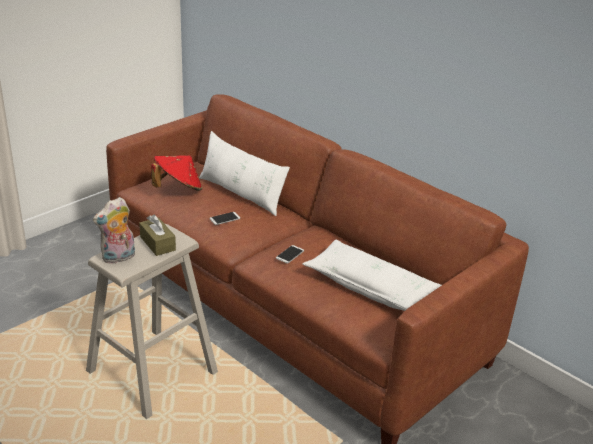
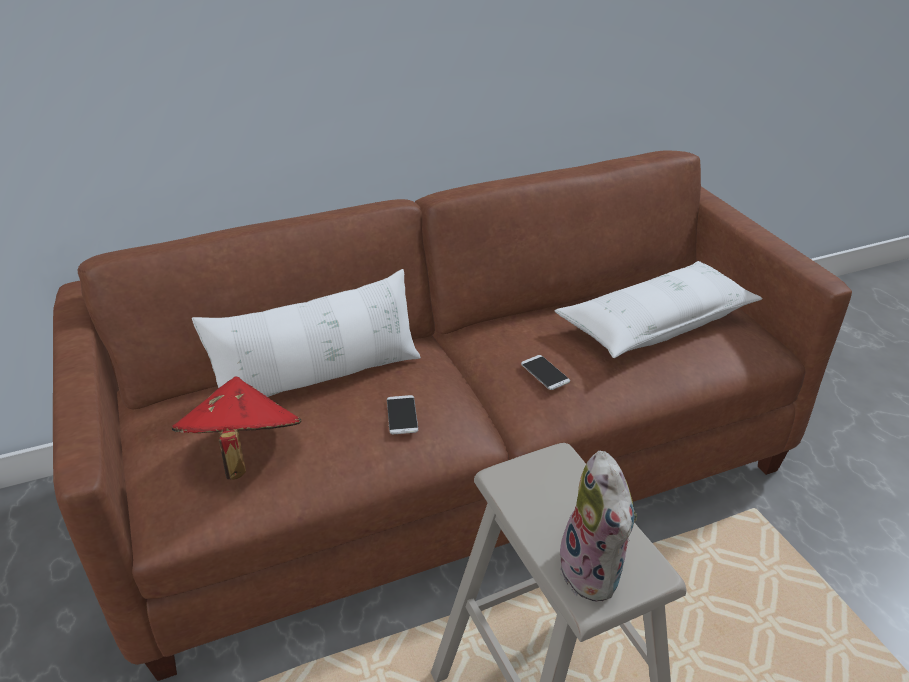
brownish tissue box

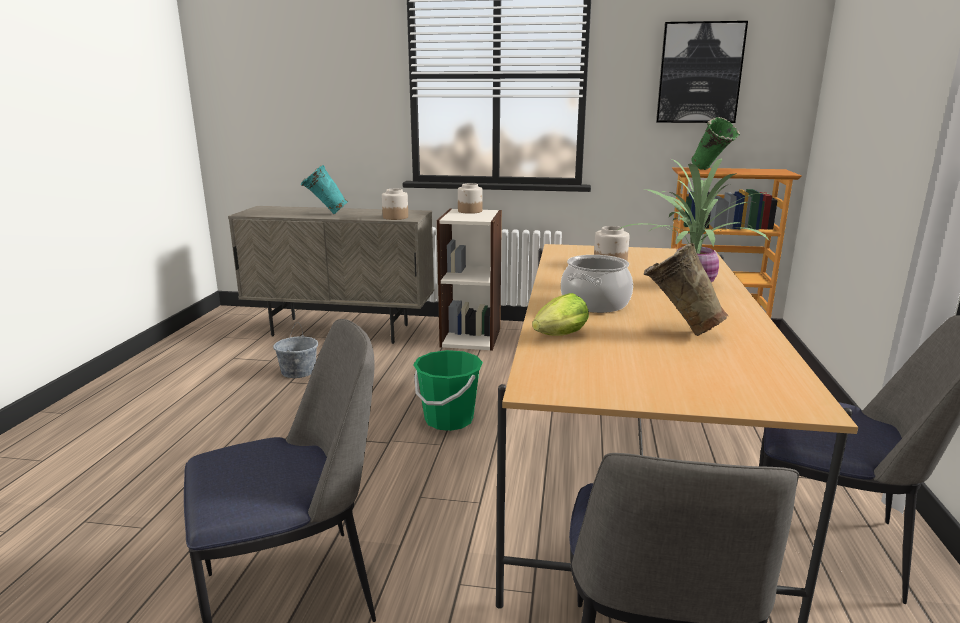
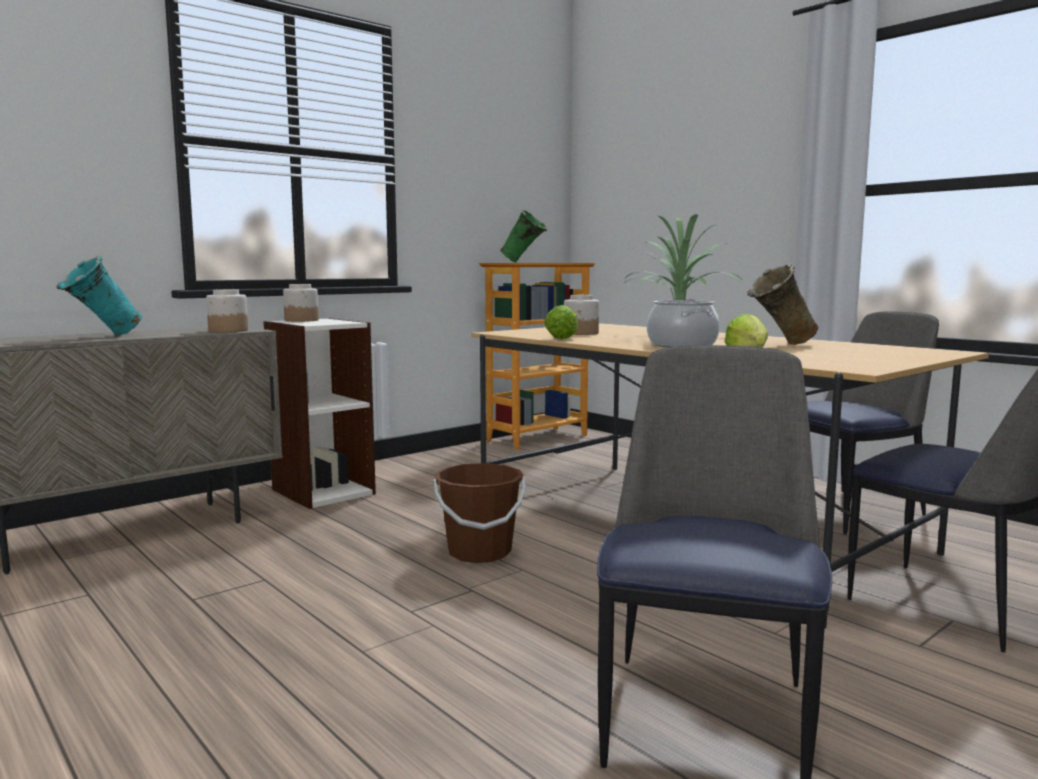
grey water bucket
brownish water bucket
picture
lettuce head (1st from left)

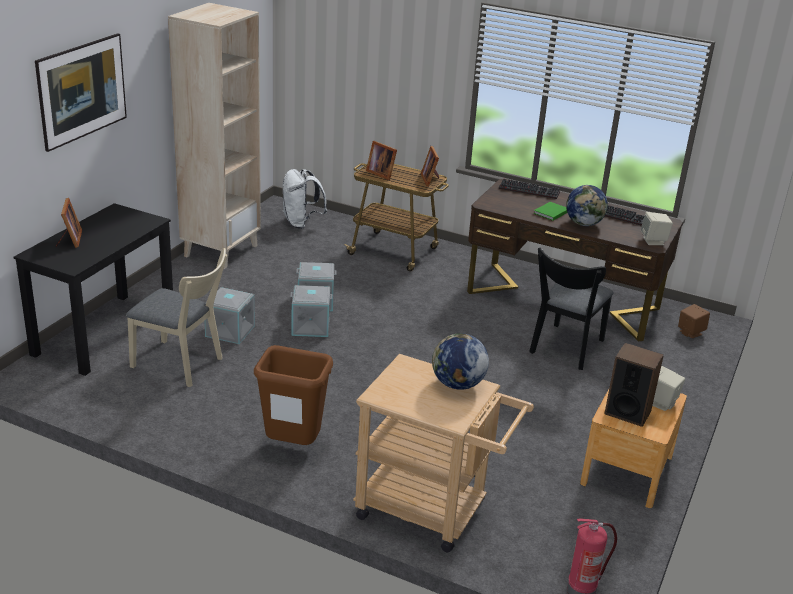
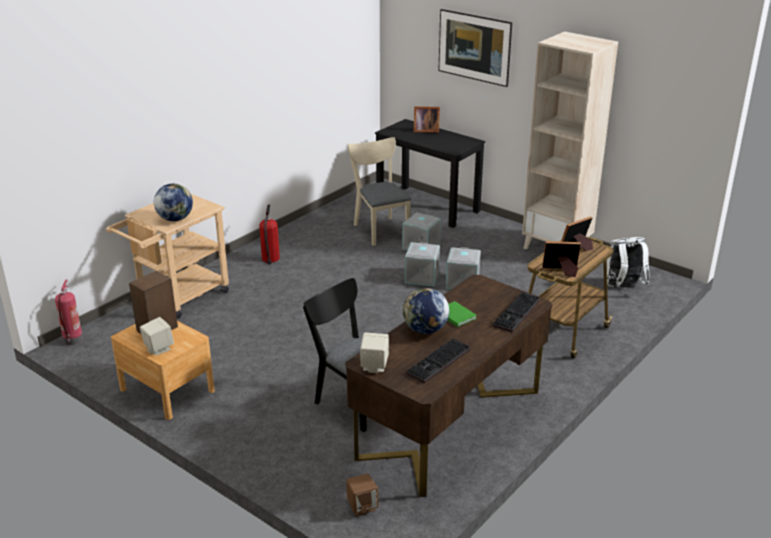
beige chair
fire extinguisher (2nd from left)

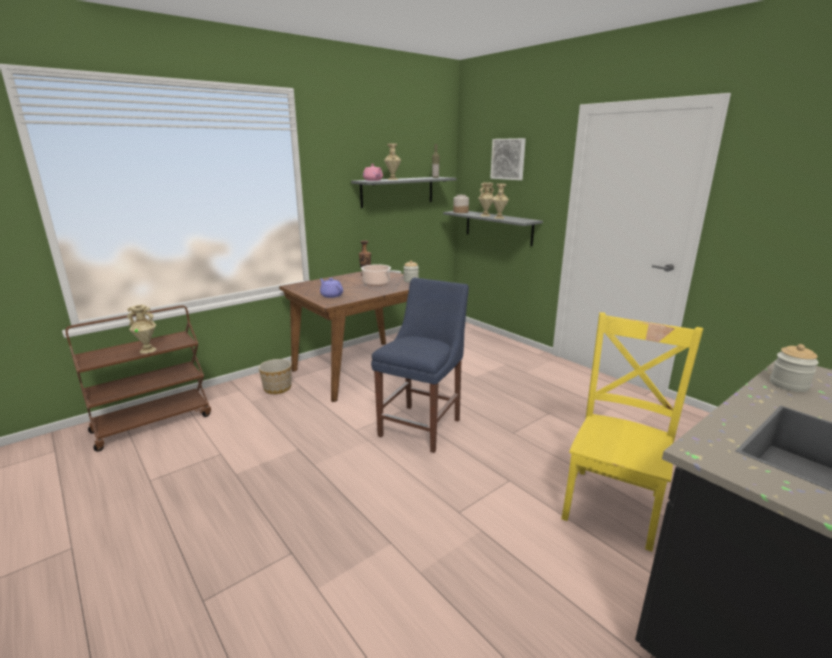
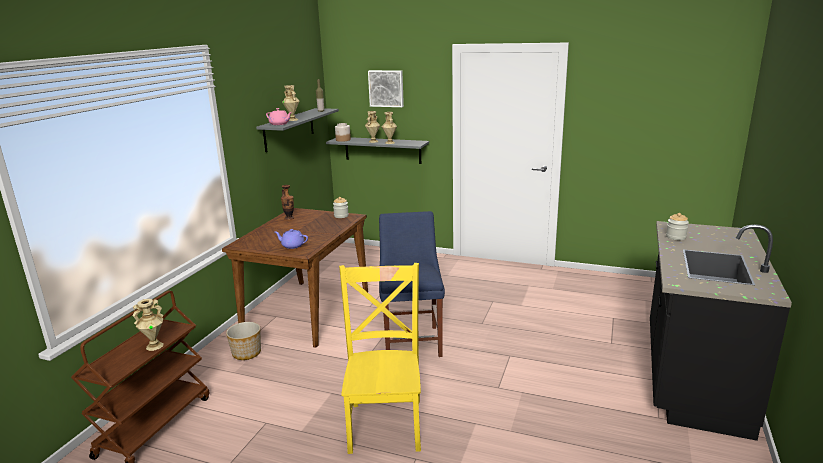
saucepot
yellow-coloured chair

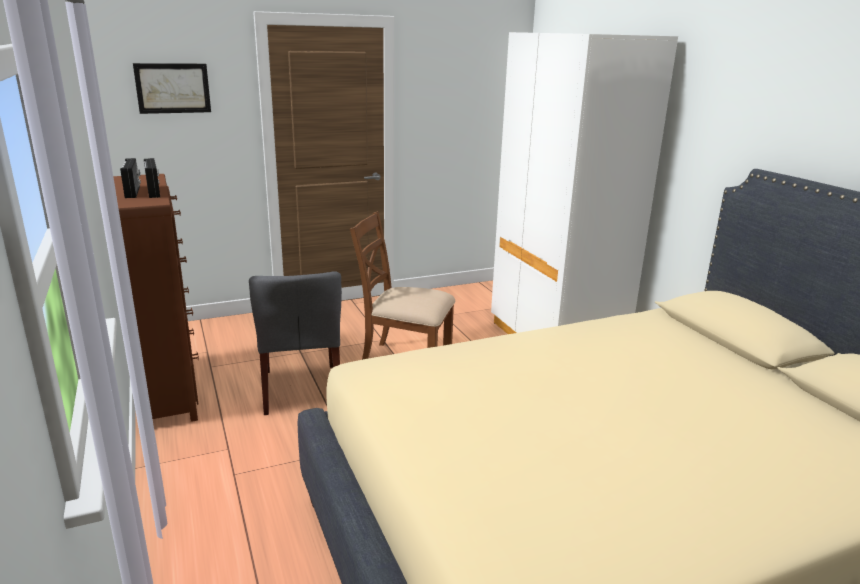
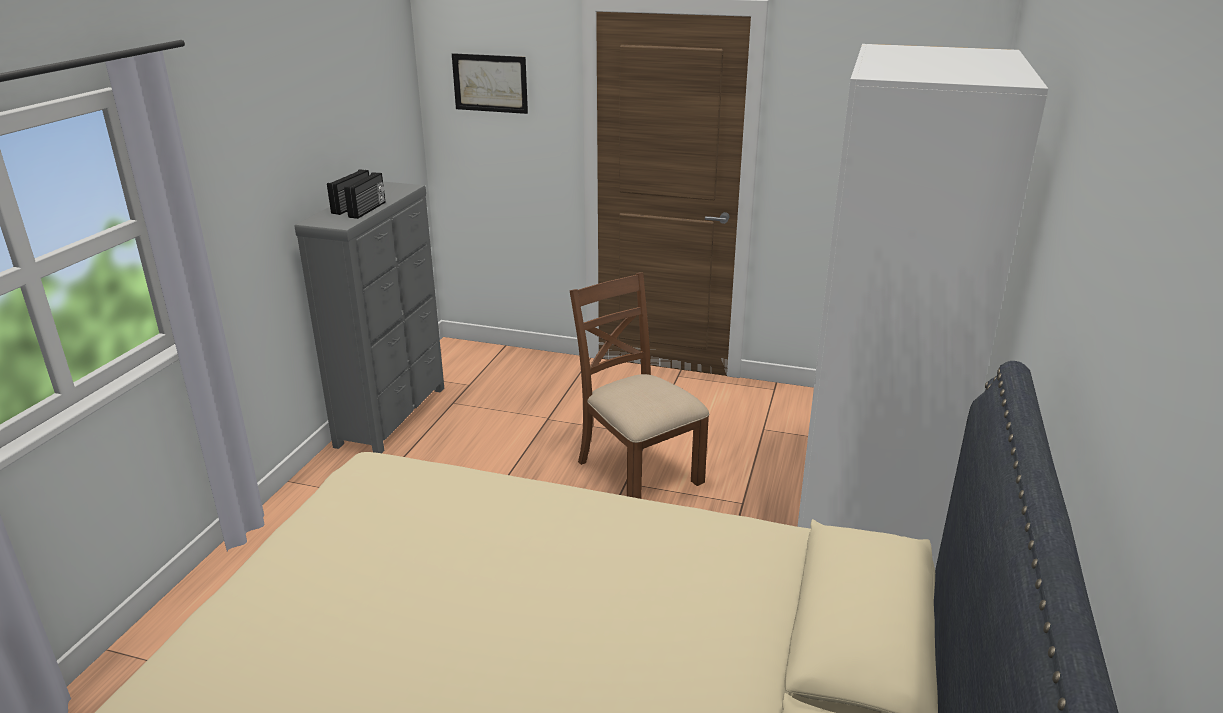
grey dresser
grey chair

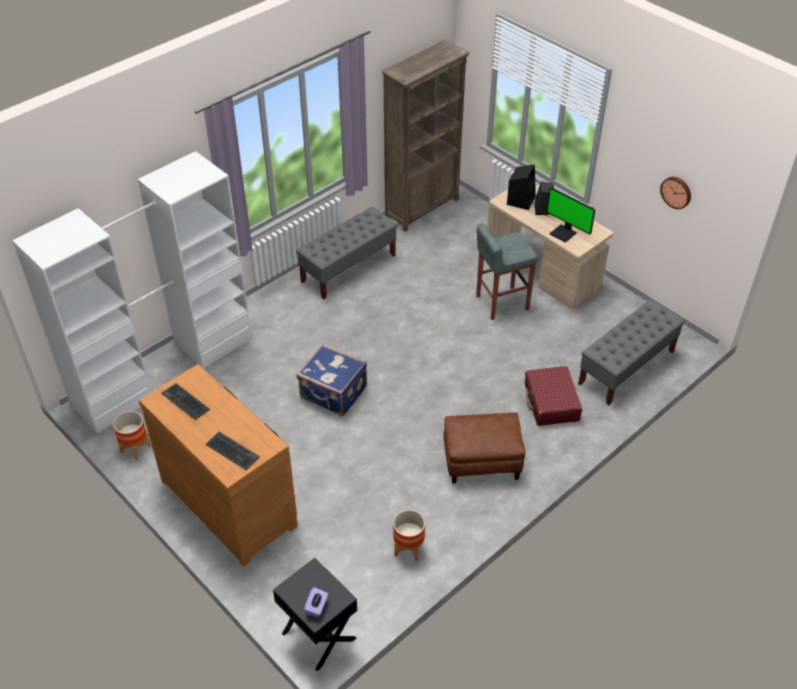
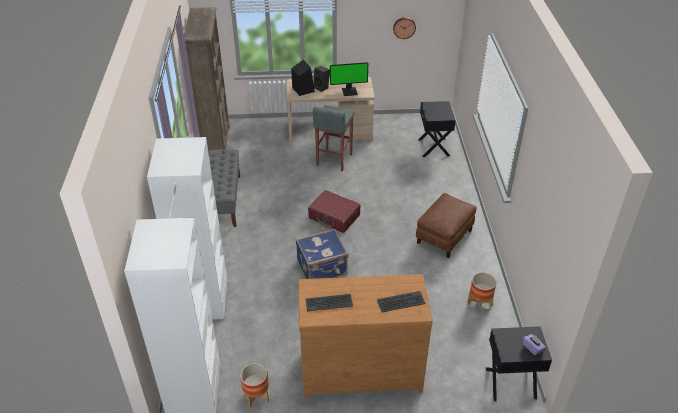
red piece of luggage
black-coloured bedside table (1st from left)

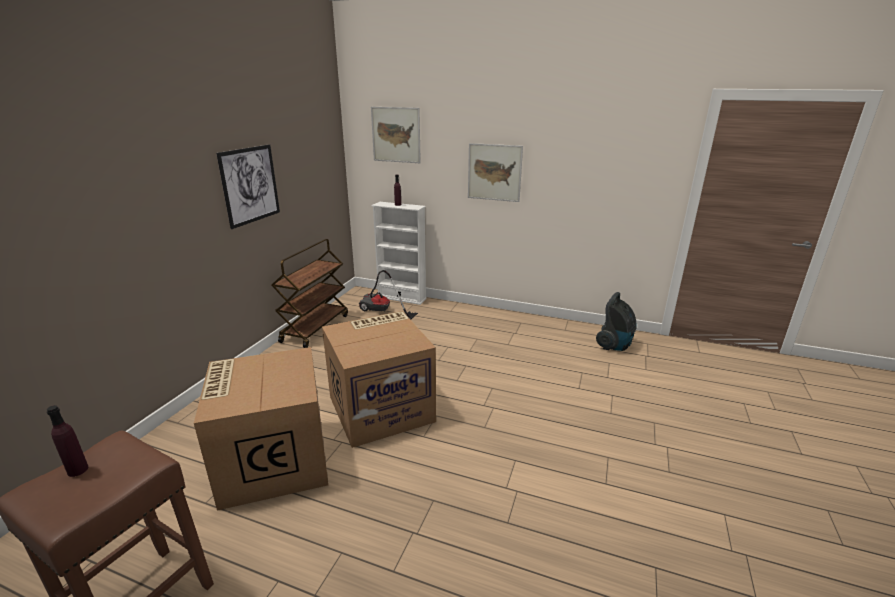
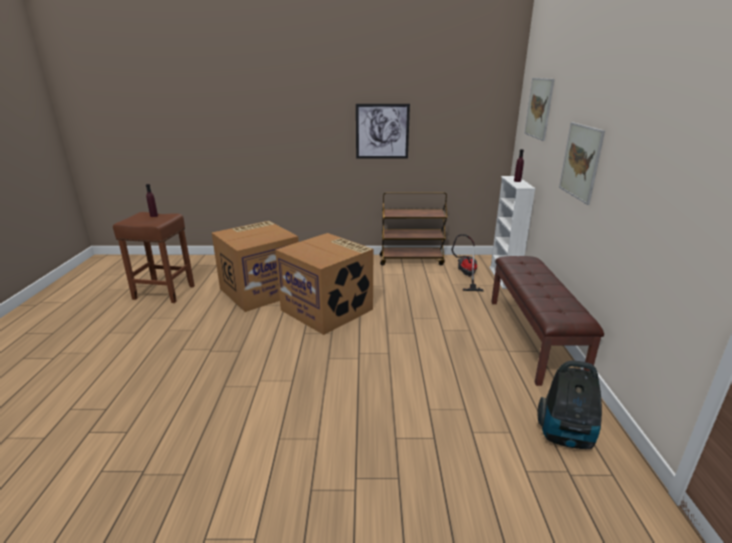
brownish long seat

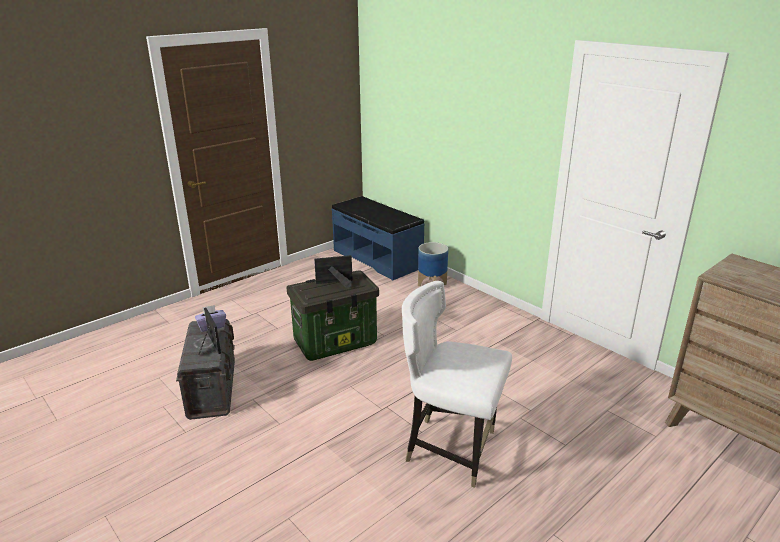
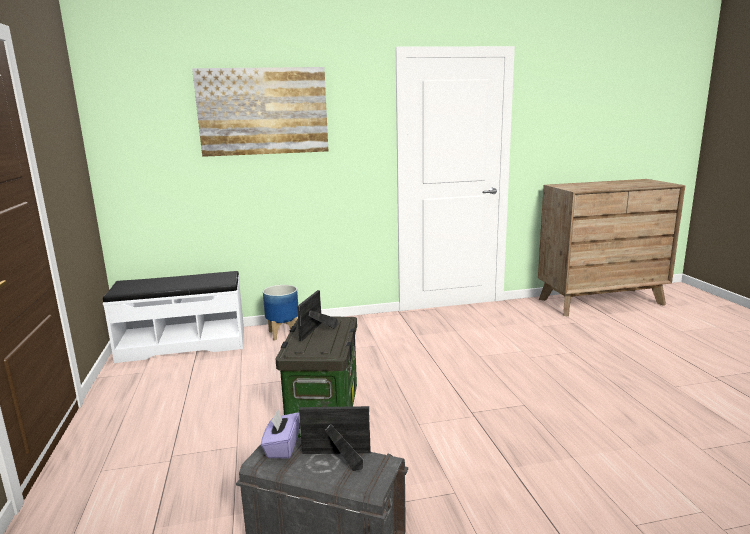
white-coloured long seat
white-coloured chair
picture

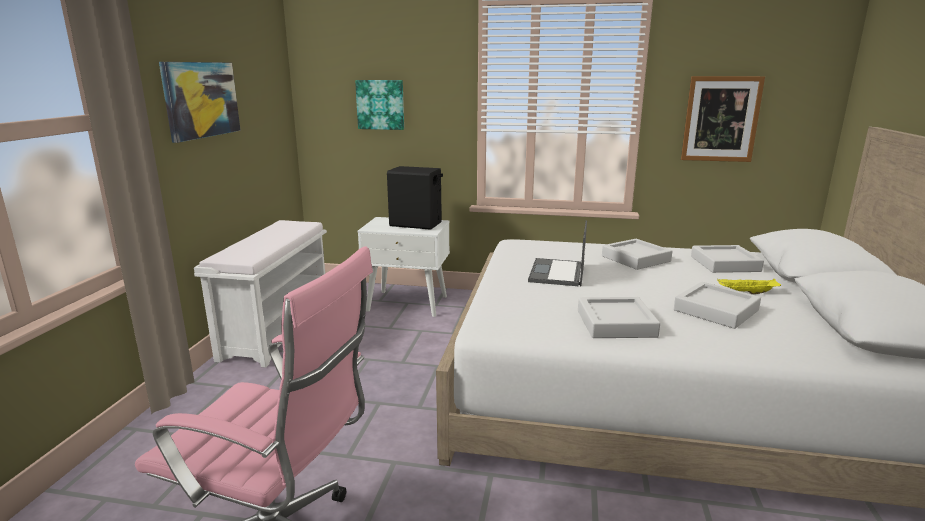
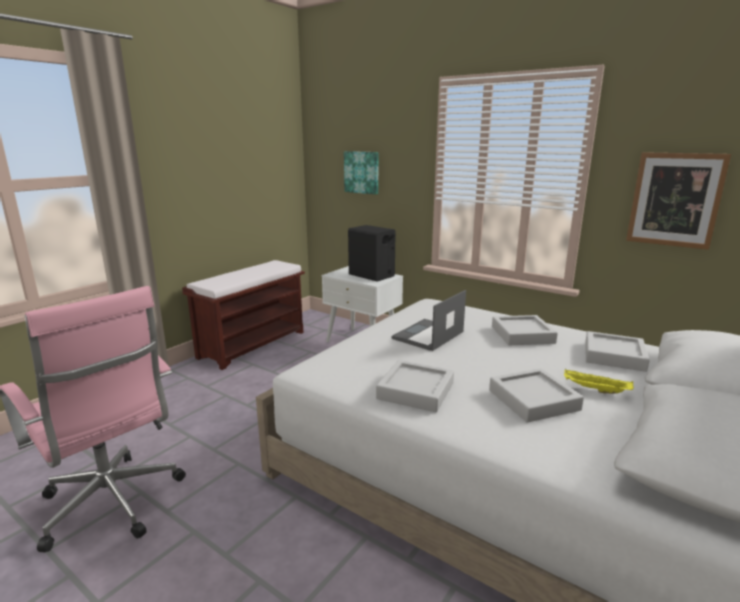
picture (1st from left in the first image)
brownish long seat

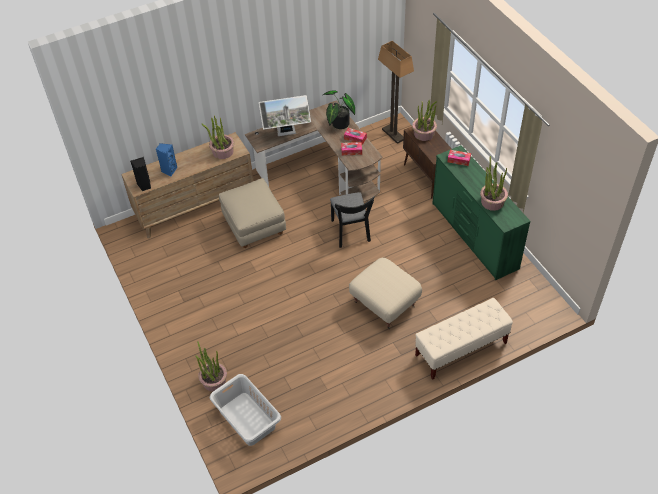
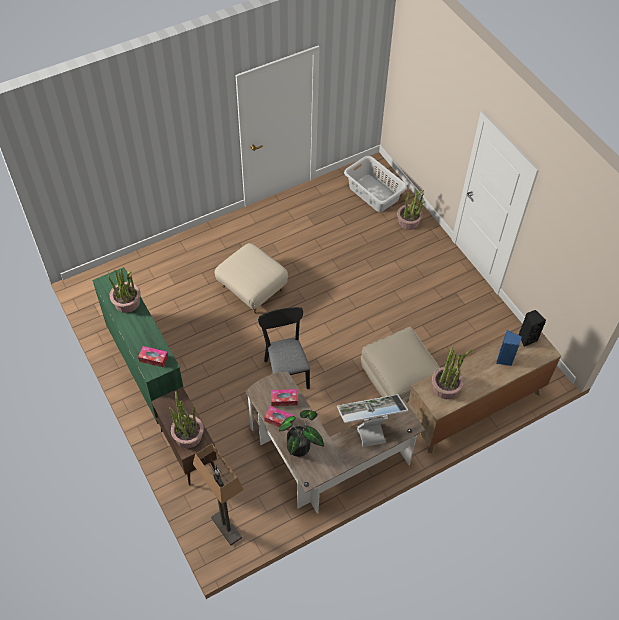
beige long seat

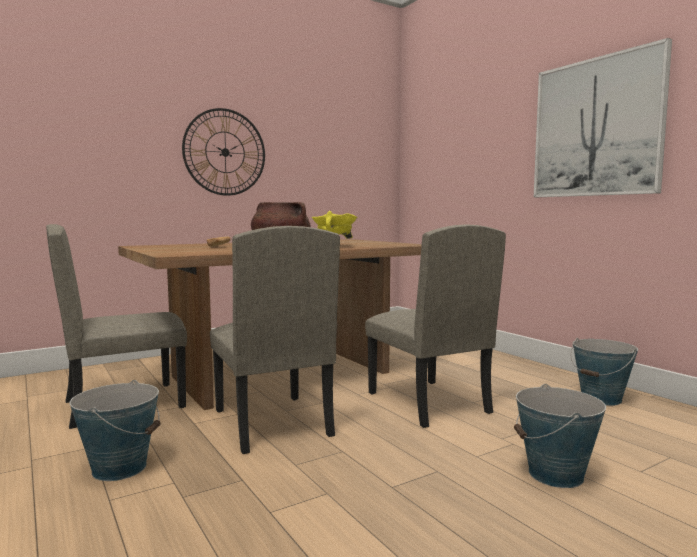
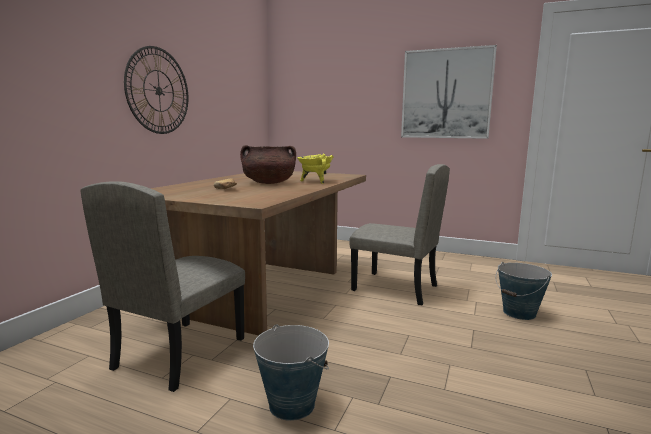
beige chair (2nd from left in the first image)
water bucket (3rd from left in the first image)

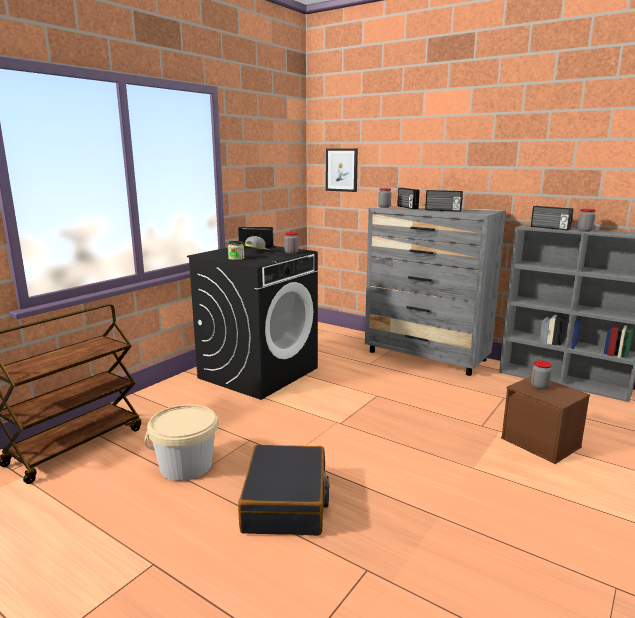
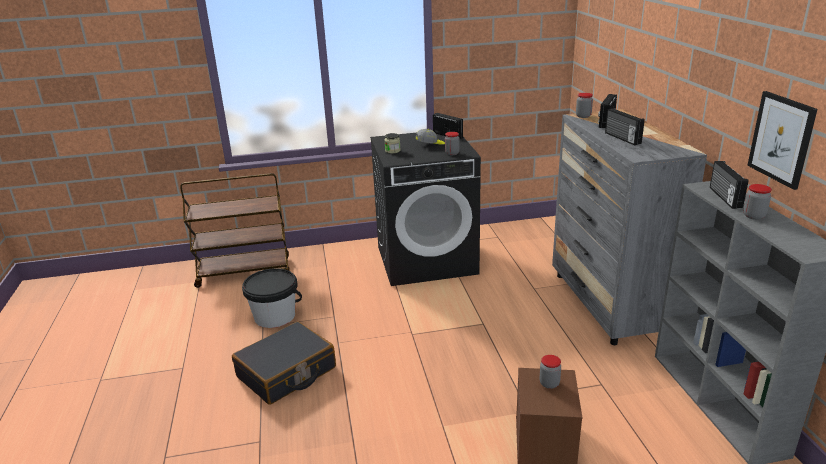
black-coloured water bucket
picture

